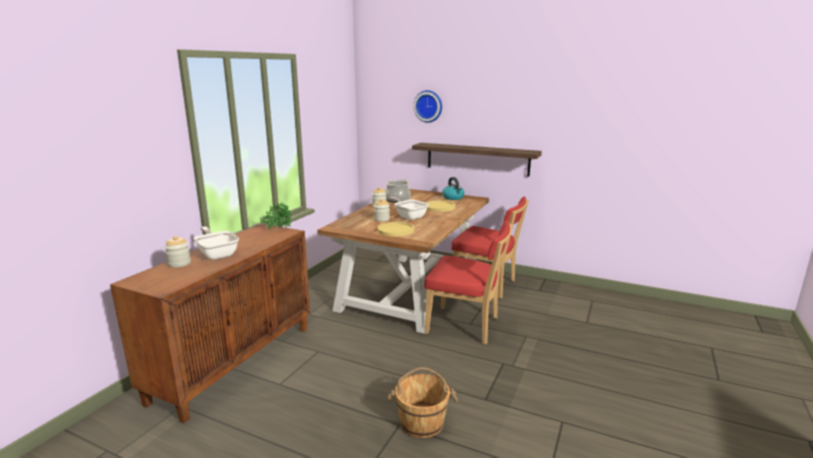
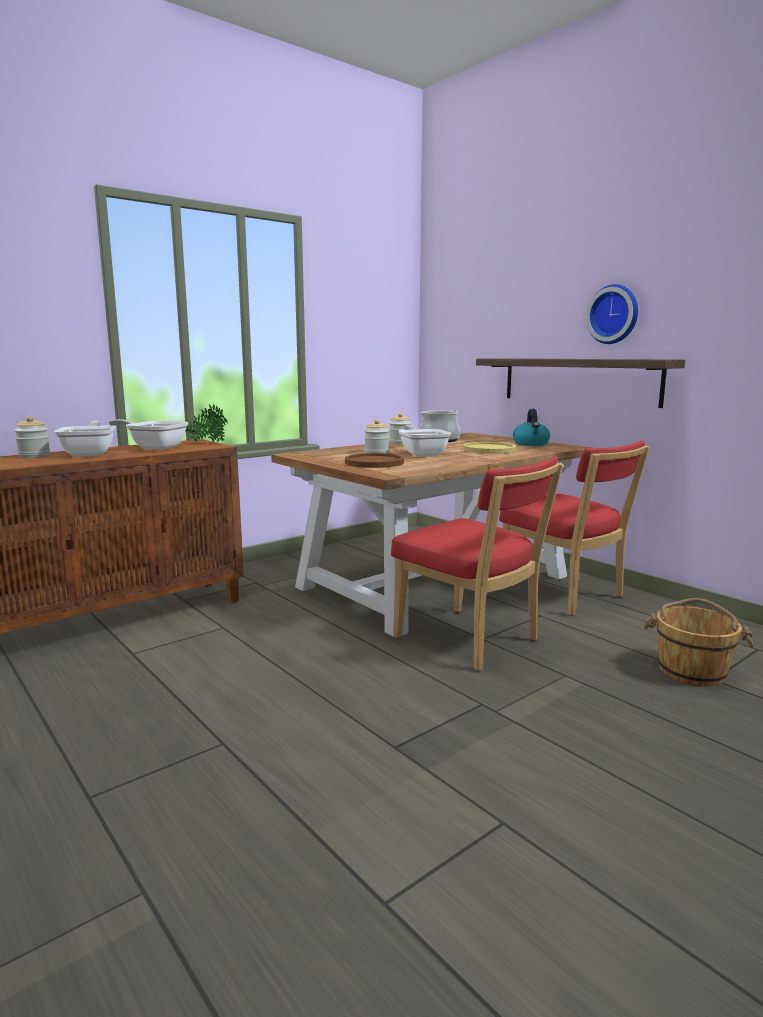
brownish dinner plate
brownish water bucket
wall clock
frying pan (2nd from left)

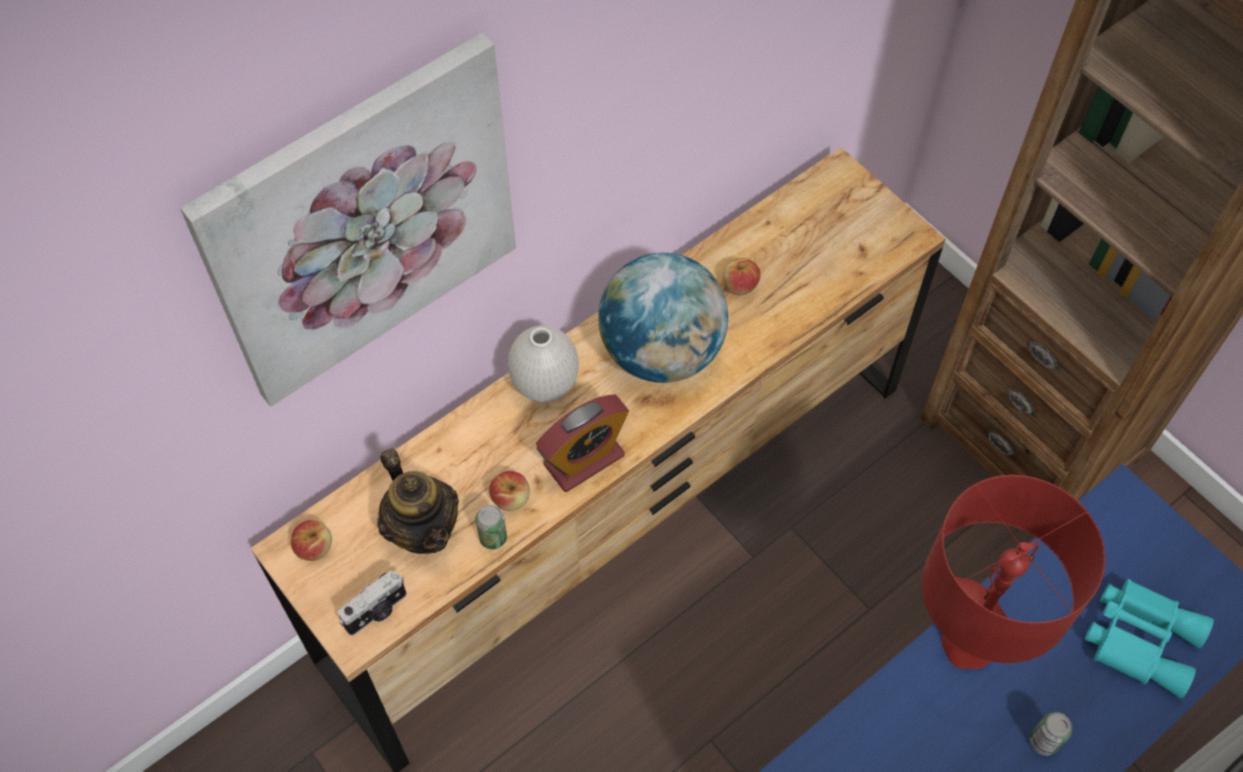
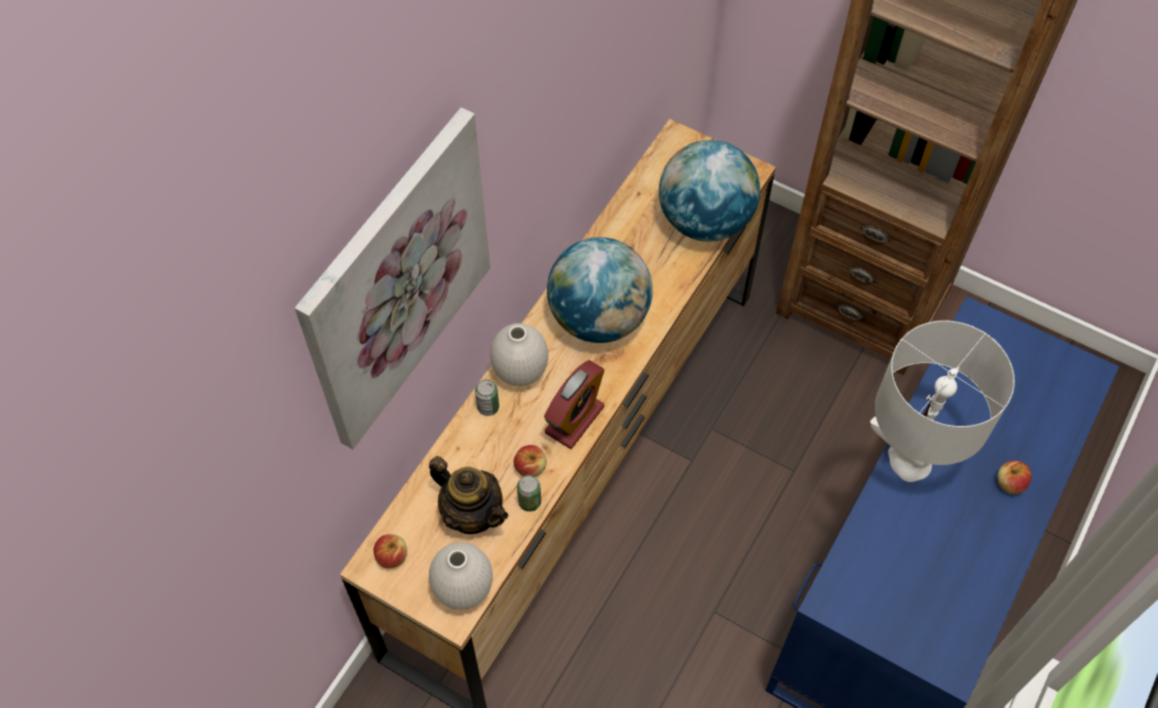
white-coloured vase (1st from left)
apple fruit (3rd from left)
white-coloured lamp for a table
can (1st from left)
turquoise field glasses
desk globe (2nd from left)

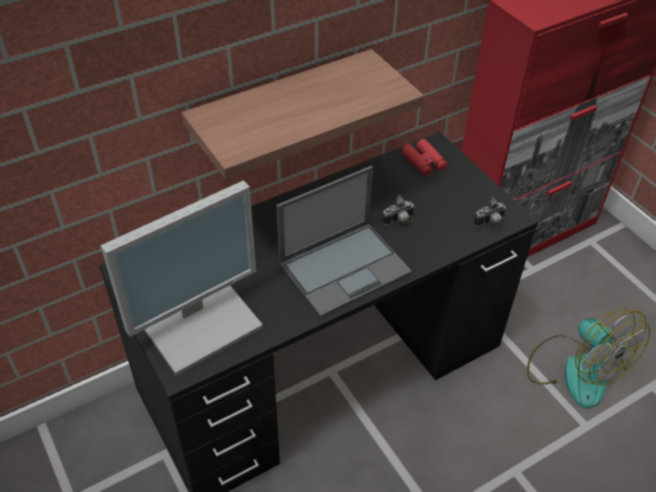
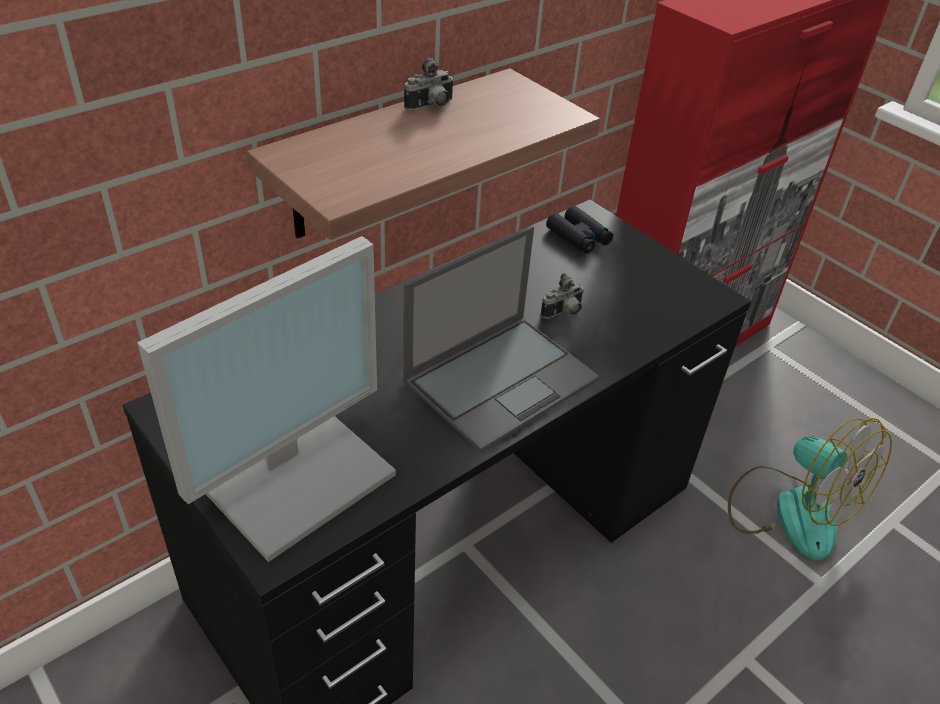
black-coloured field glasses
photo camera (1st from left)

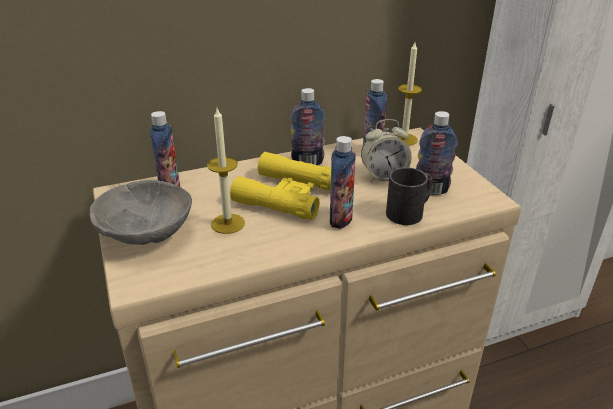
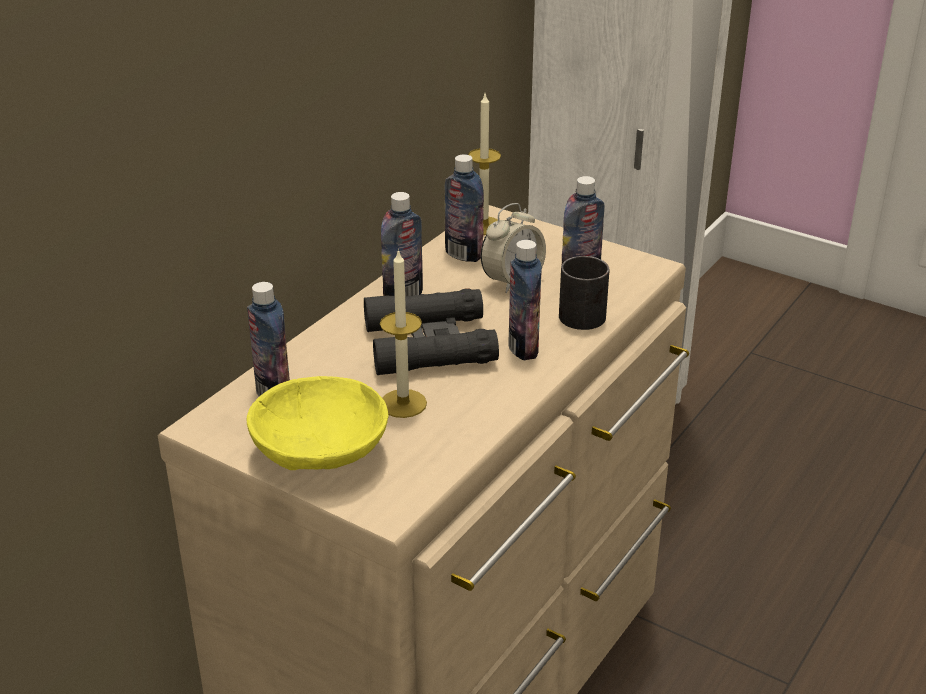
yellow-coloured deep dish
black-coloured field glasses

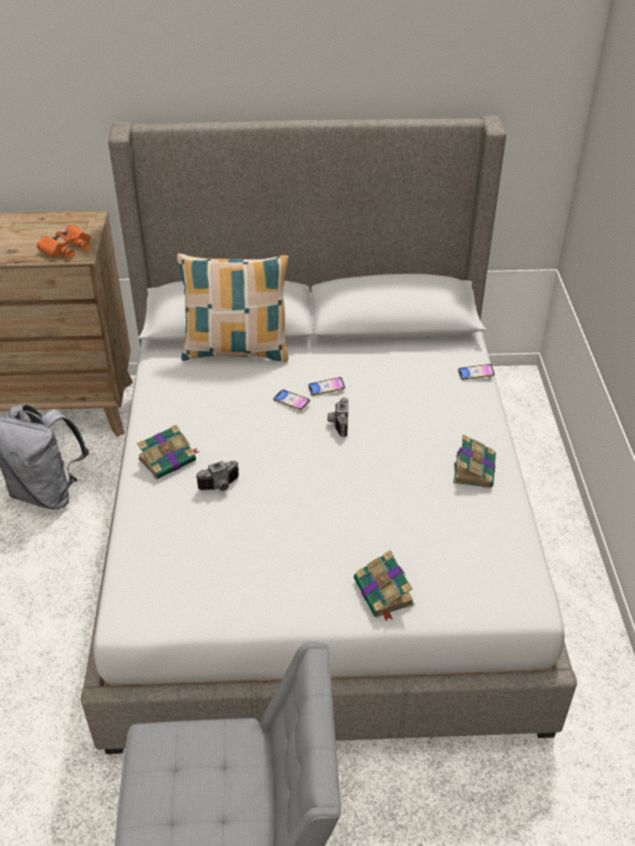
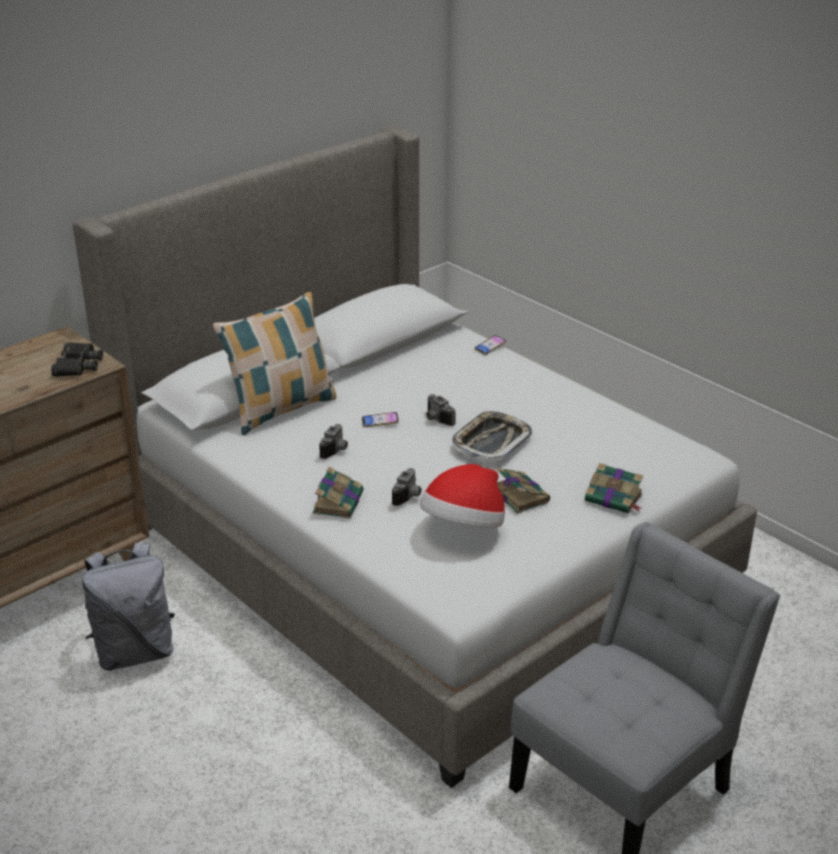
black-coloured field glasses
handset (2nd from left in the first image)
volume (2nd from left)
photo camera (1st from left)
hat
serving tray

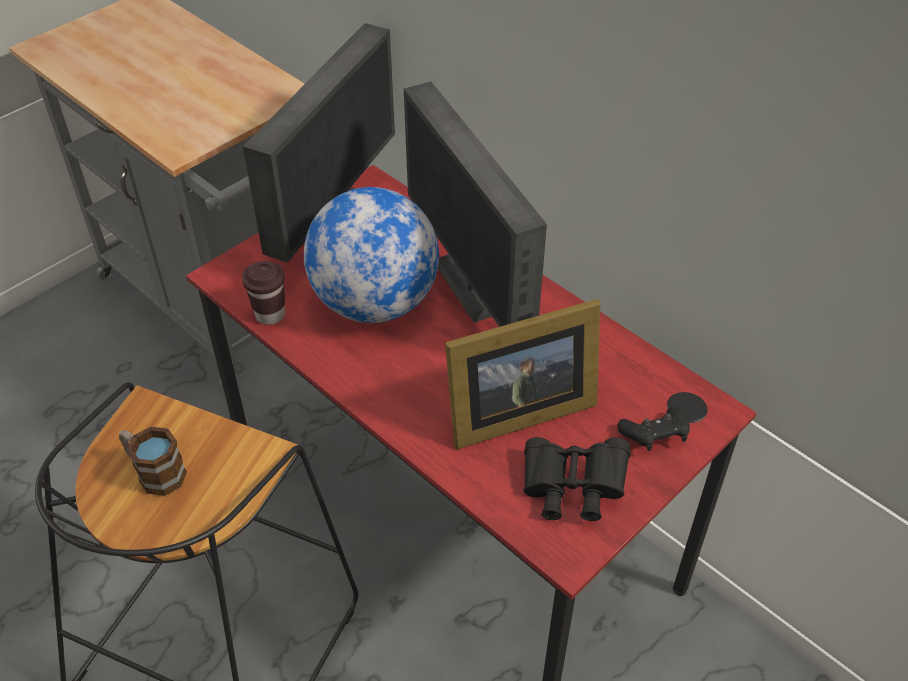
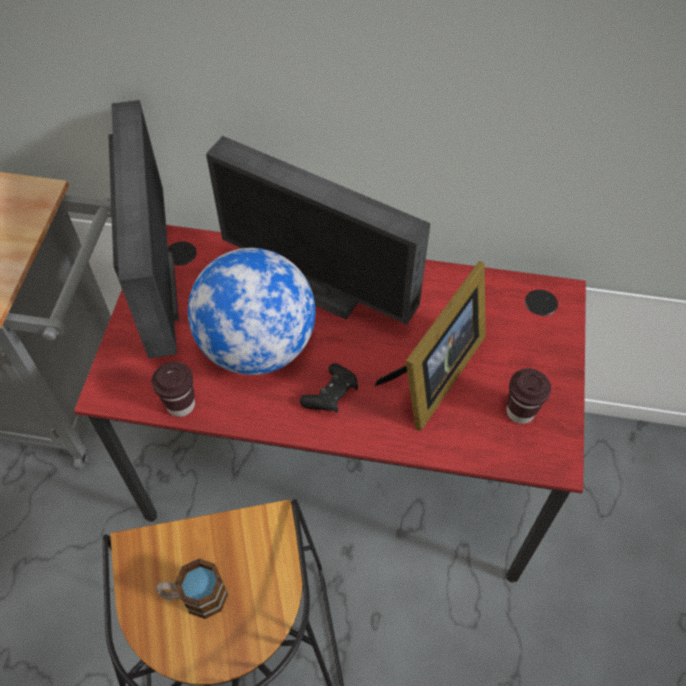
brownish small cup (2nd from left)
black-coloured joypad

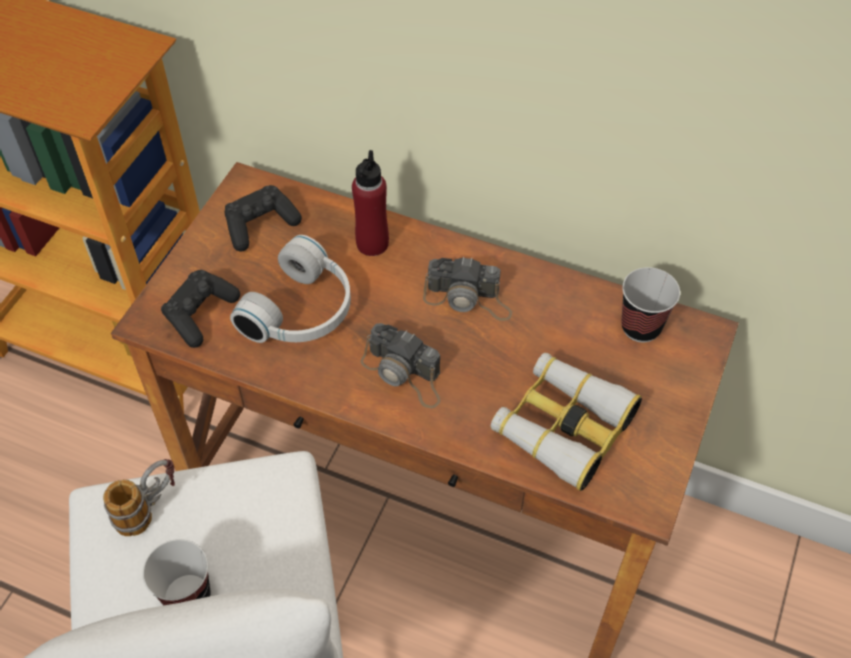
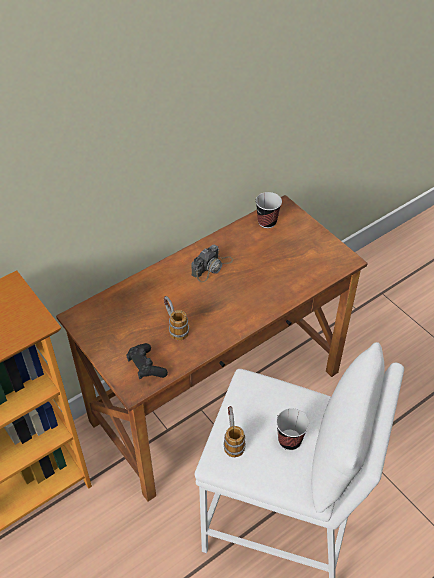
black-coloured joypad (2nd from left in the first image)
mug (1st from left)
red bottle
photo camera (1st from left in the first image)
field glasses

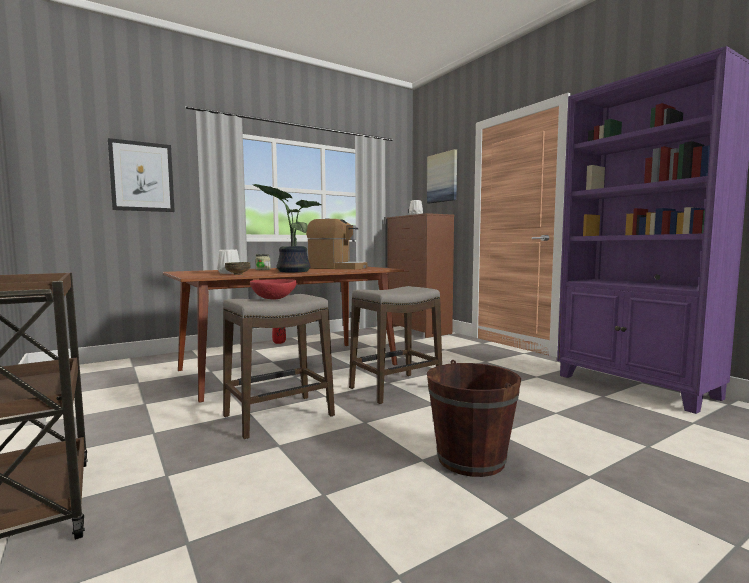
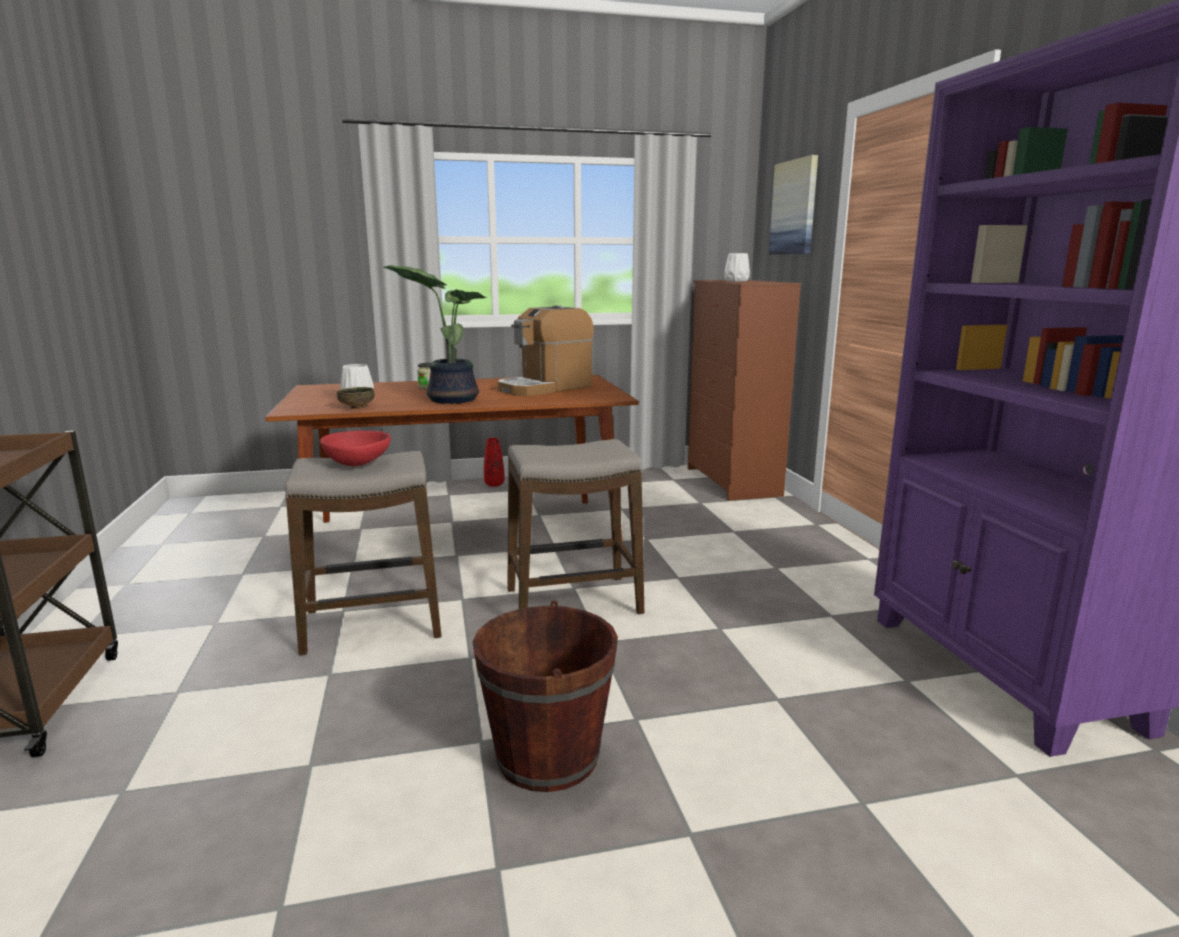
picture (1st from left in the first image)
coffee machine

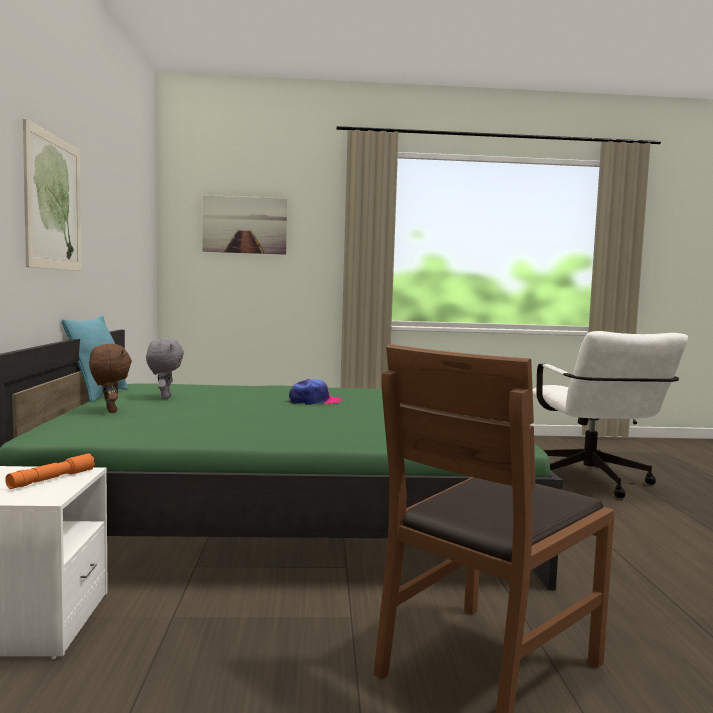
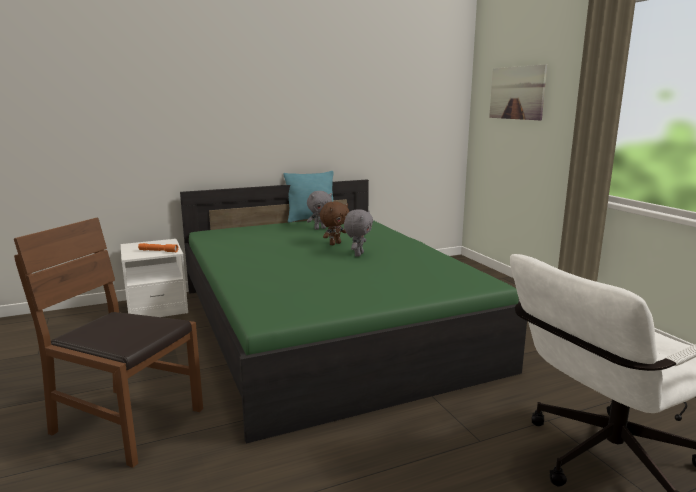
picture (1st from left in the first image)
brownish plush toy
grey plush toy (2nd from left)

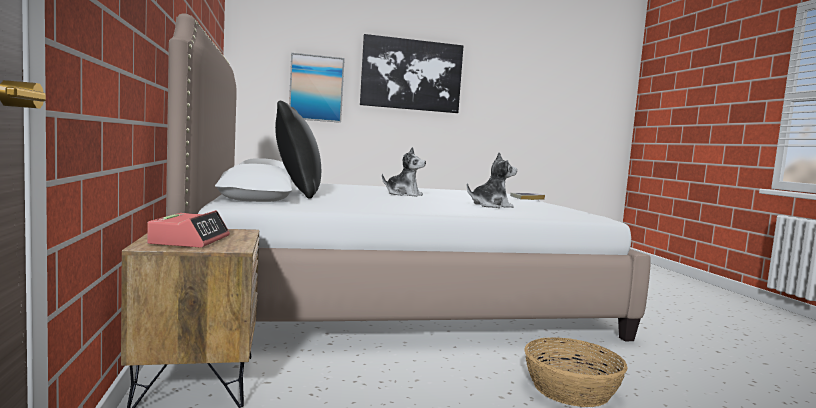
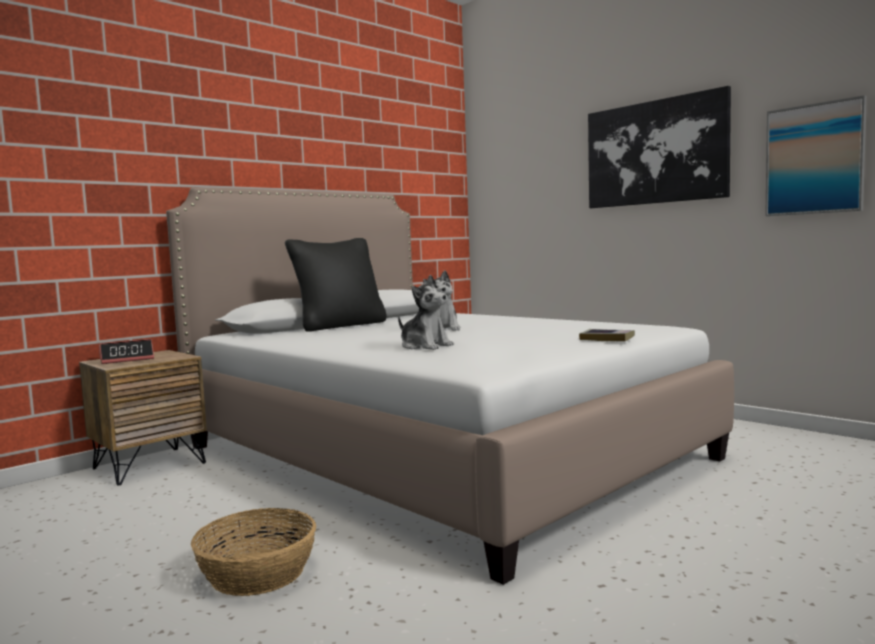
picture (2nd from left)

